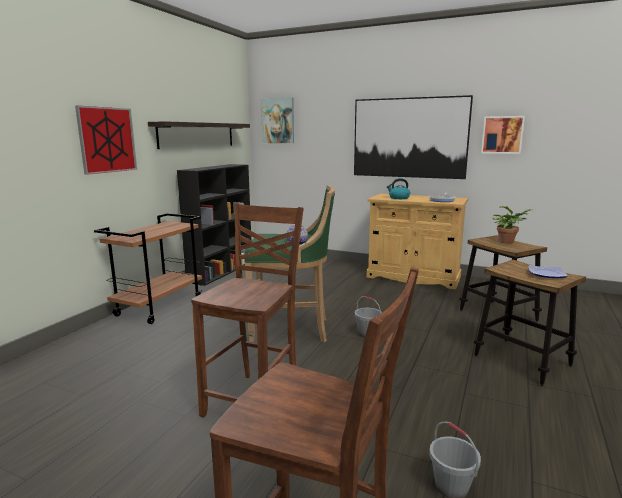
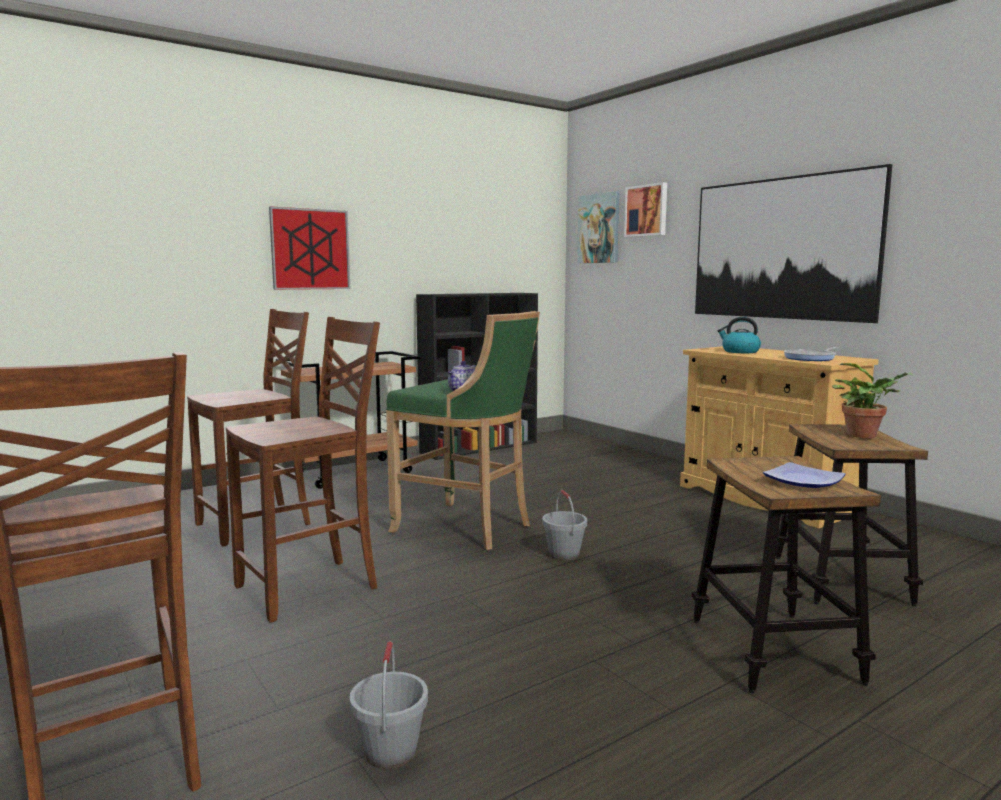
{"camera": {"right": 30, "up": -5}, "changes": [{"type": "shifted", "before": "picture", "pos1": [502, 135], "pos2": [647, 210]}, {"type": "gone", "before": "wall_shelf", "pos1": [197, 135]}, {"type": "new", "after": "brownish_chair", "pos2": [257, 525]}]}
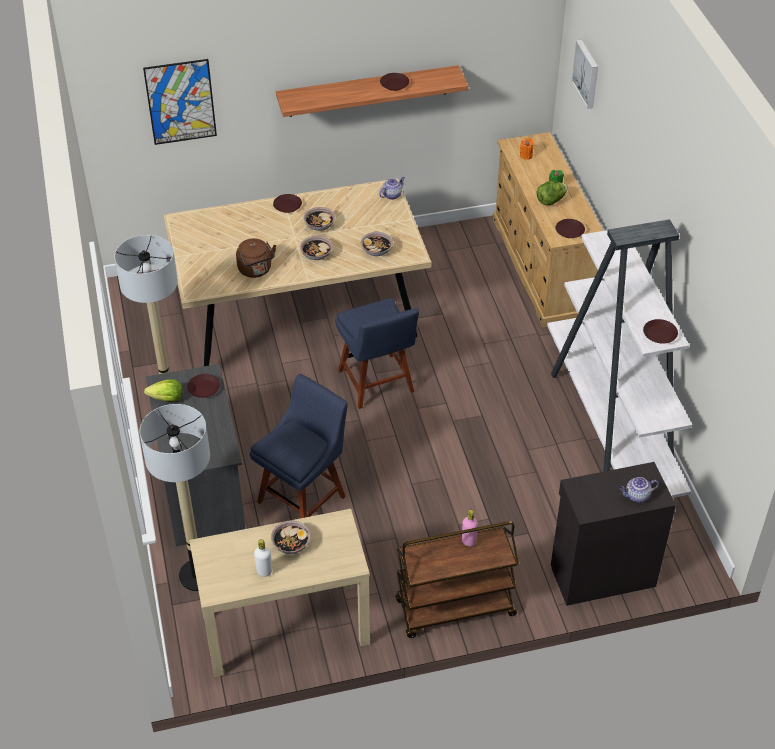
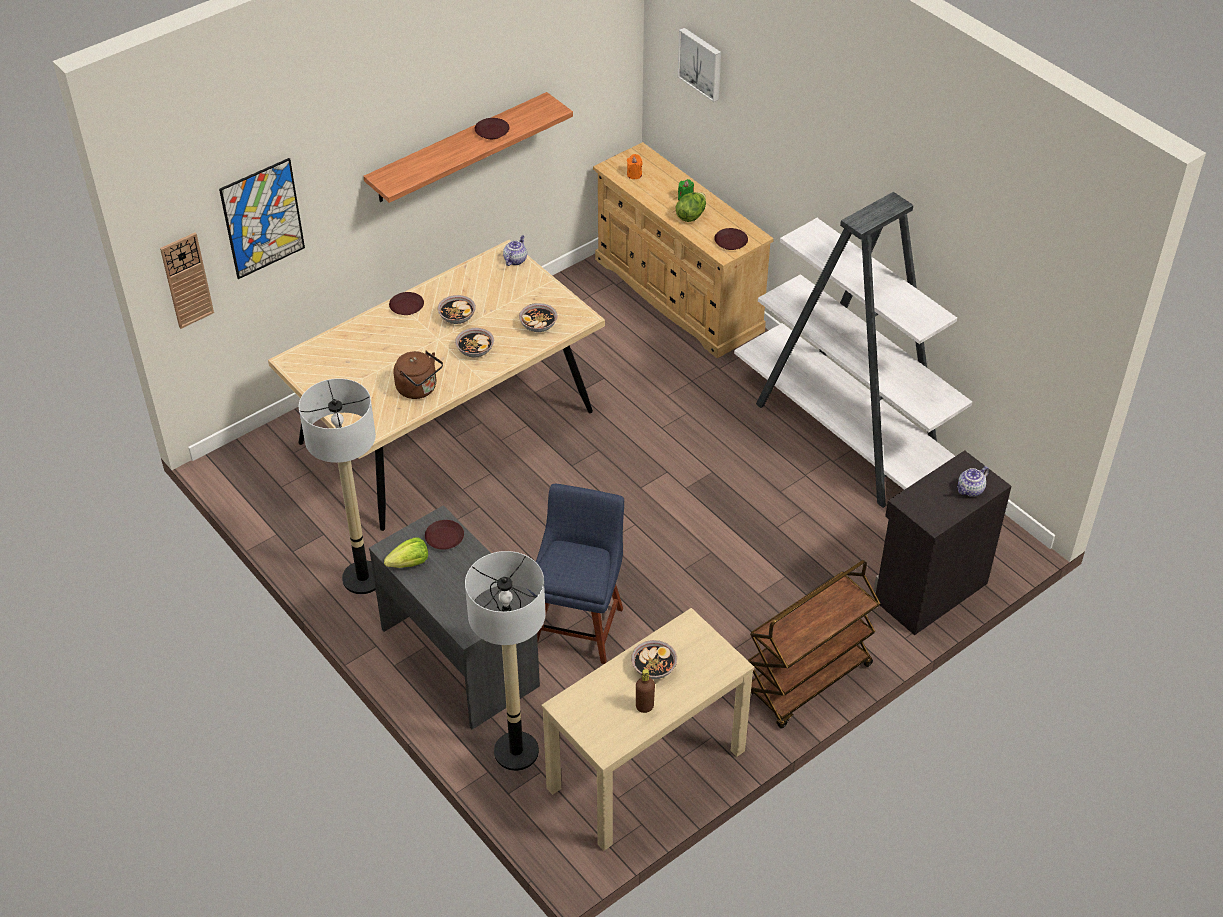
{"camera": {"right": -25, "up": 0}, "changes": [{"type": "gone", "before": "blue-coloured_chair", "pos1": [377, 384]}, {"type": "gone", "before": "brownish_plate", "pos1": [660, 334]}, {"type": "gone", "before": "pink_drink_bottle", "pos1": [468, 541]}, {"type": "repainted", "before": "whitish_drink_bottle", "after": "brownish_drink_bottle", "pos1": [264, 571], "pos2": [644, 706]}, {"type": "new", "after": "clock_on_the_wall", "pos2": [186, 280]}]}
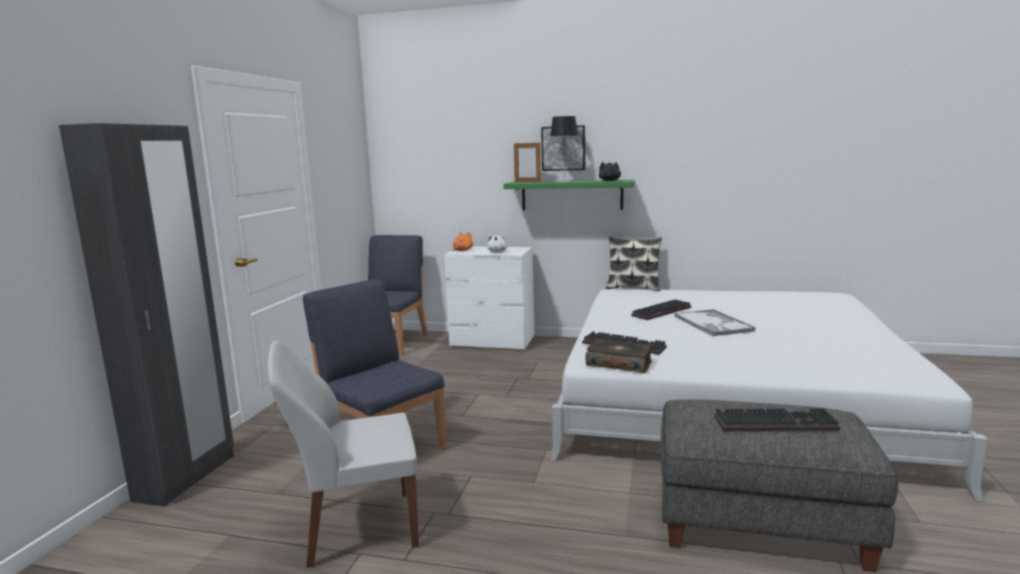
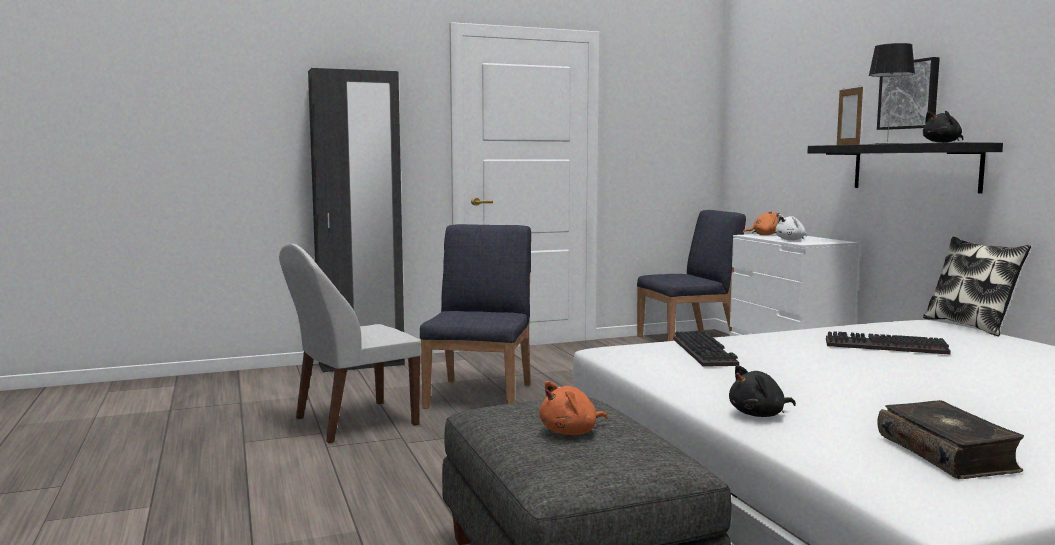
{"camera": {"right": 55, "up": -5}, "changes": [{"type": "repainted", "before": "green-coloured_wall_shelf", "after": "blackish_wall_shelf", "pos1": [571, 195], "pos2": [914, 167]}, {"type": "gone", "before": "carrying_tray", "pos1": [713, 324]}, {"type": "shifted", "before": "volume", "pos1": [619, 363], "pos2": [947, 454]}, {"type": "rotated", "before": "whitish_chair", "pos1": [357, 528], "pos2": [352, 422], "turn": -75}, {"type": "swapped", "before": "computer_keyboard", "after": "orangey_cuddly_toy", "pos1": [776, 422], "pos2": [571, 432]}, {"type": "new", "after": "blackish_cuddly_toy", "pos2": [759, 415]}]}
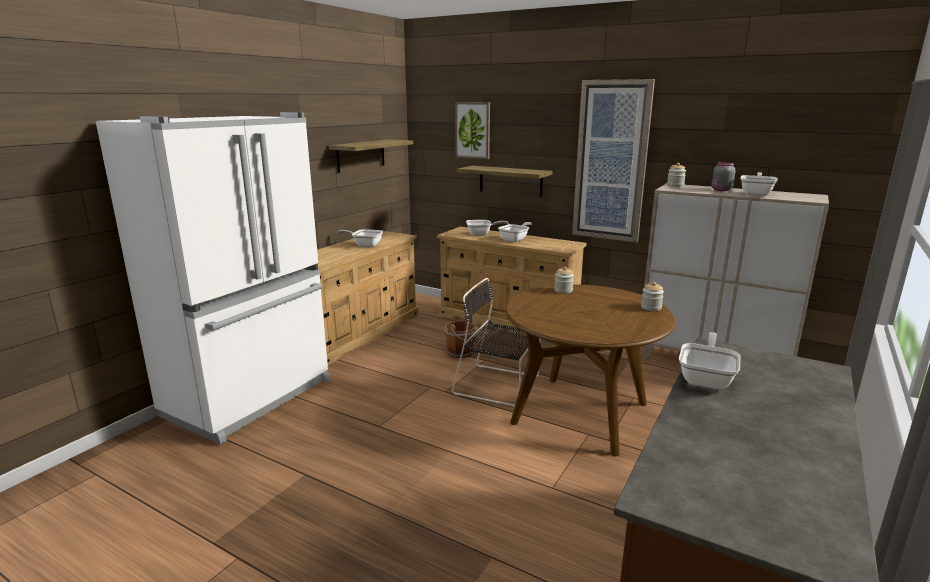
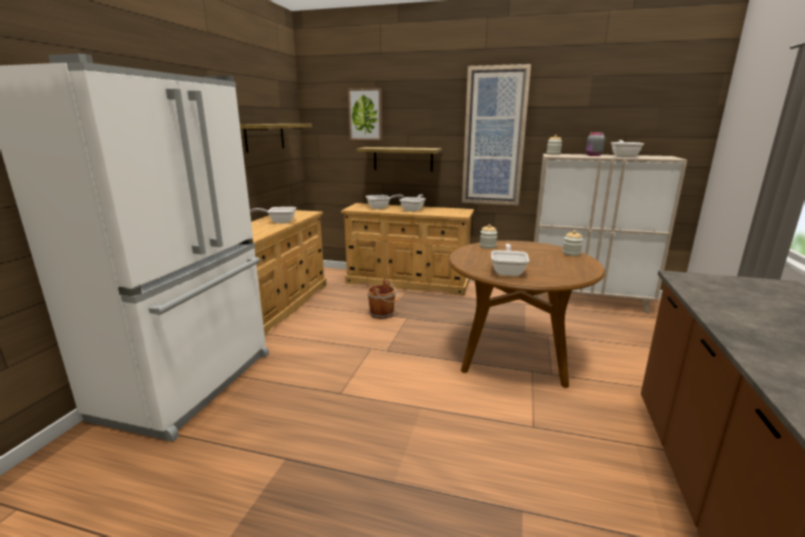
{"camera": {"right": -15, "up": 0}, "changes": [{"type": "gone", "before": "blackish_chair", "pos1": [499, 385]}, {"type": "shifted", "before": "skillet", "pos1": [707, 379], "pos2": [508, 271]}]}
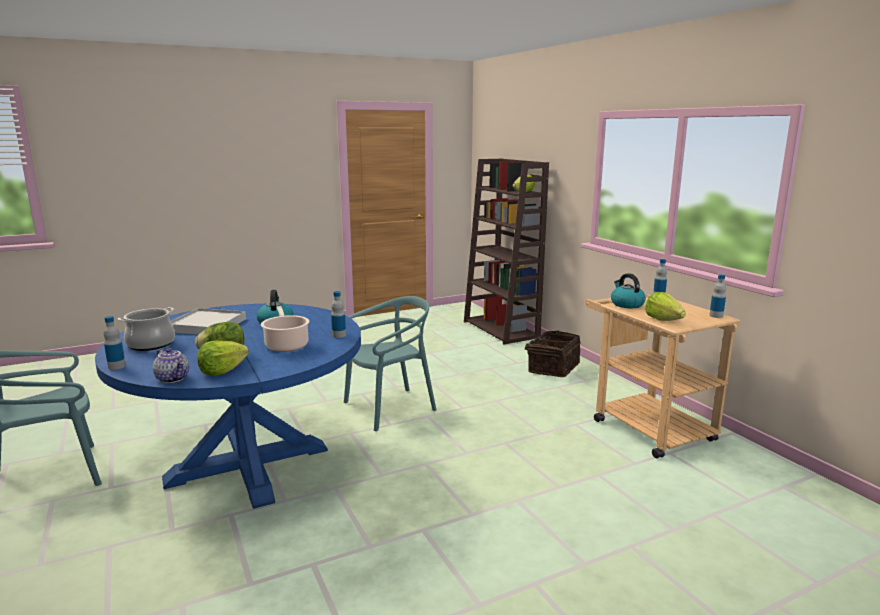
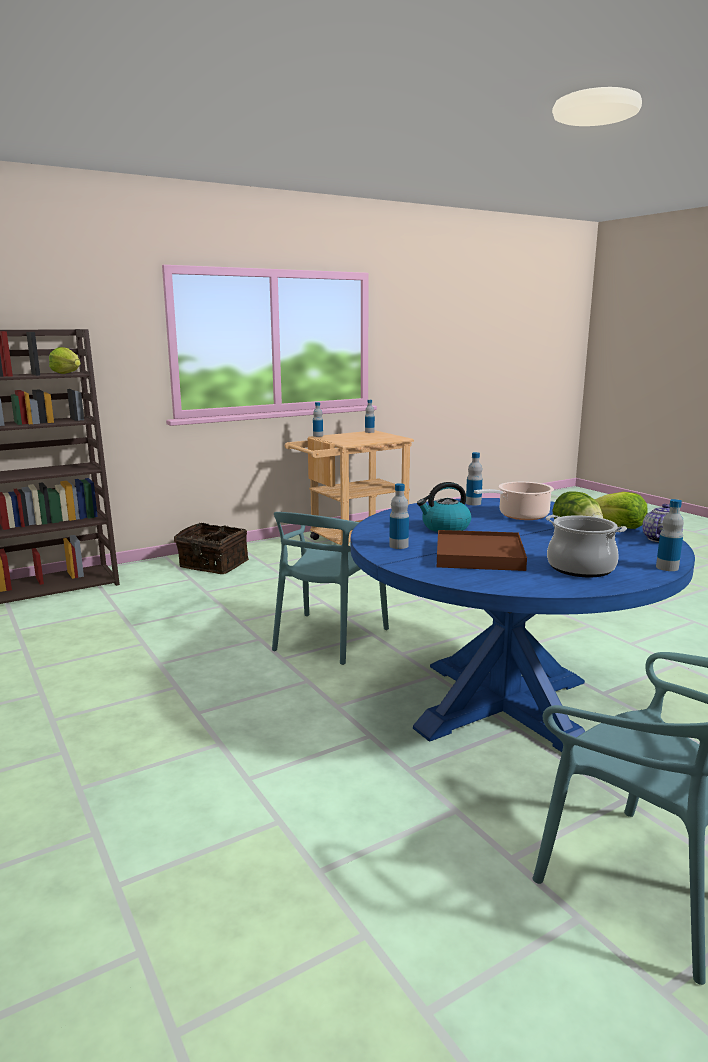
{"camera": {"right": -95, "up": 0}, "changes": [{"type": "gone", "before": "tea_kettle", "pos1": [626, 304]}, {"type": "gone", "before": "lettuce", "pos1": [663, 319]}, {"type": "rotated", "before": "blue-green_chair", "pos1": [389, 408], "pos2": [328, 638], "turn": -120}, {"type": "repainted", "before": "whitish_carrying_tray", "after": "brownish_carrying_tray", "pos1": [207, 325], "pos2": [478, 555]}, {"type": "new", "after": "drink_bottle", "pos2": [398, 546]}]}
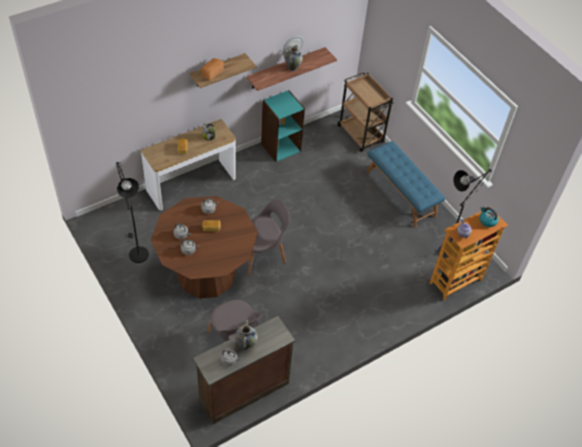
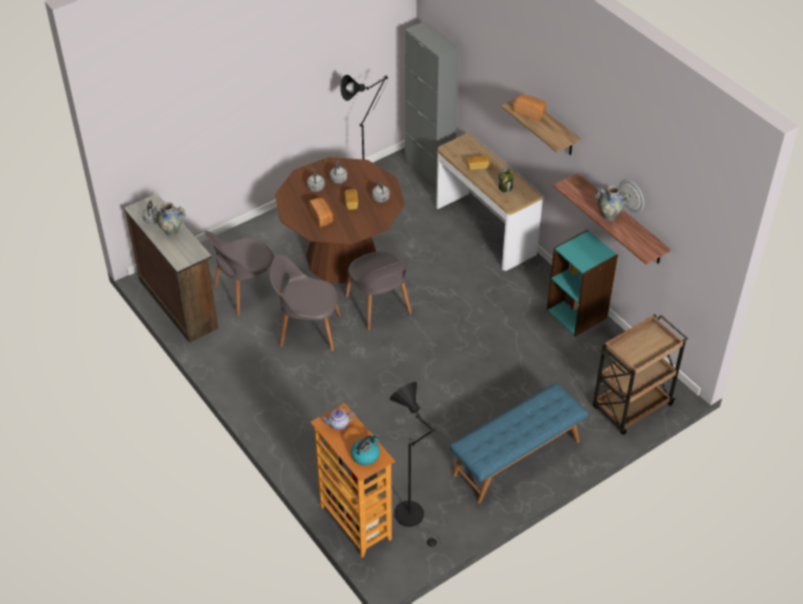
{"camera": {"right": 90, "up": -5}, "changes": [{"type": "new", "after": "grey_storage_cabinet", "pos2": [429, 172]}, {"type": "new", "after": "bakery_bread", "pos2": [322, 217]}, {"type": "new", "after": "grey_chair", "pos2": [308, 330]}]}
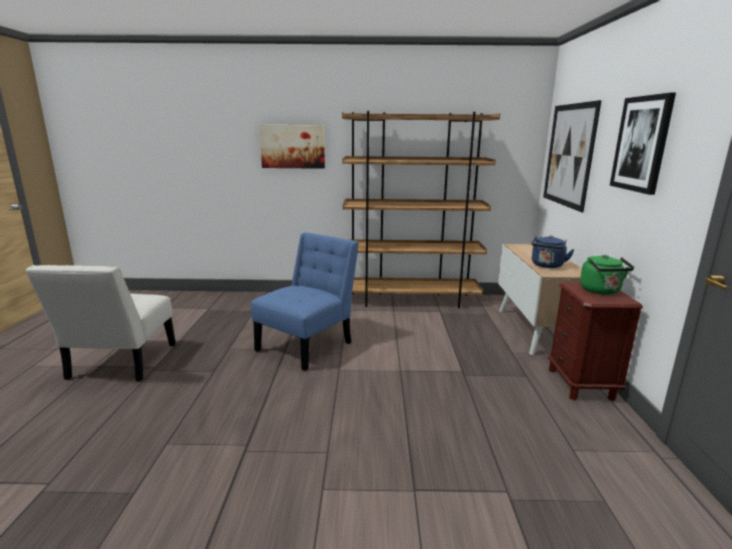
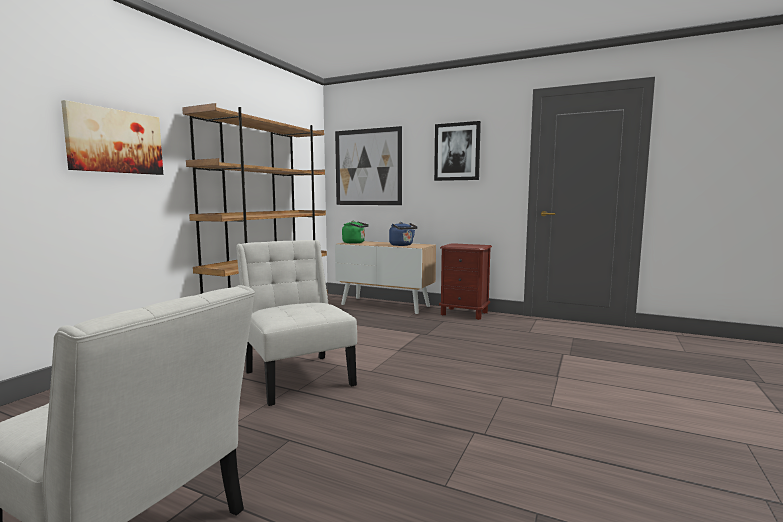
{"camera": {"right": -65, "up": -10}, "changes": [{"type": "repainted", "before": "blue-coloured_chair", "after": "whitish_chair", "pos1": [308, 344], "pos2": [297, 376]}, {"type": "shifted", "before": "green-coloured_tea_kettle", "pos1": [601, 291], "pos2": [355, 243]}]}
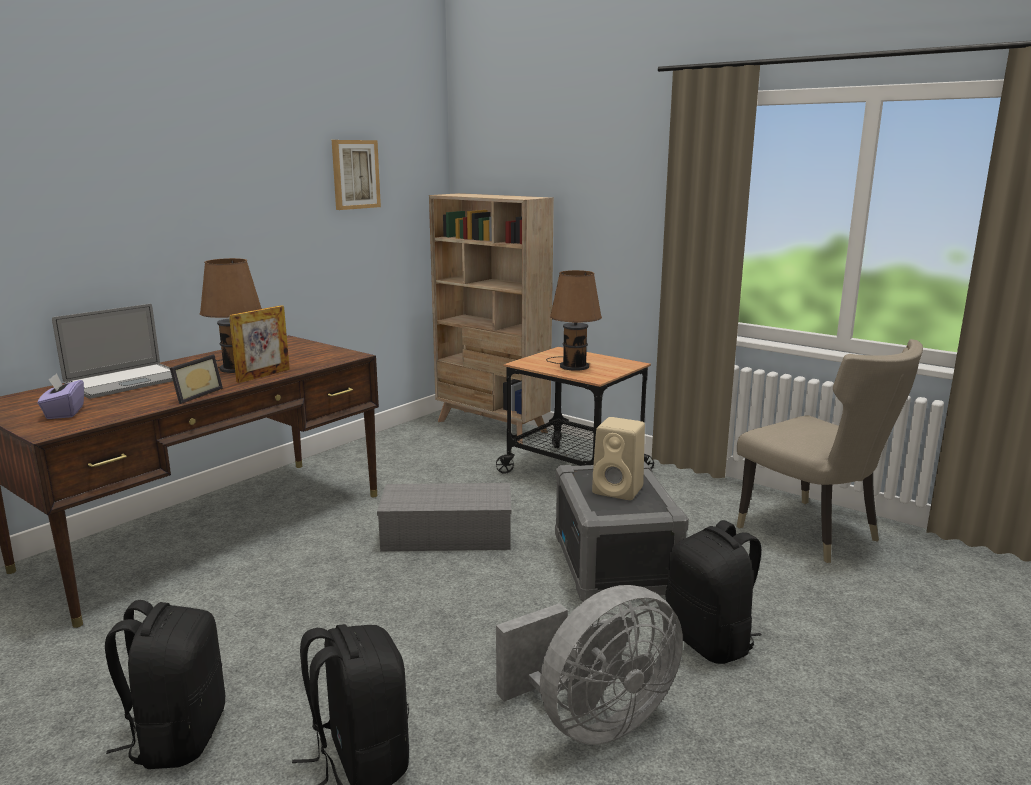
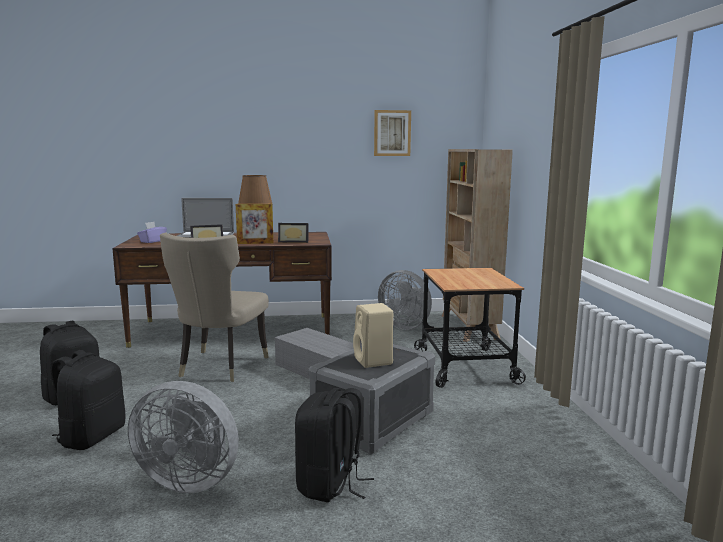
{"camera": {"right": 45, "up": -5}, "changes": [{"type": "gone", "before": "brownish_tabletop_lamp", "pos1": [572, 365]}, {"type": "shifted", "before": "sand-coloured_chair", "pos1": [814, 534], "pos2": [219, 367]}, {"type": "new", "after": "picture_frame", "pos2": [293, 242]}, {"type": "new", "after": "grey_electric_fan", "pos2": [406, 326]}]}
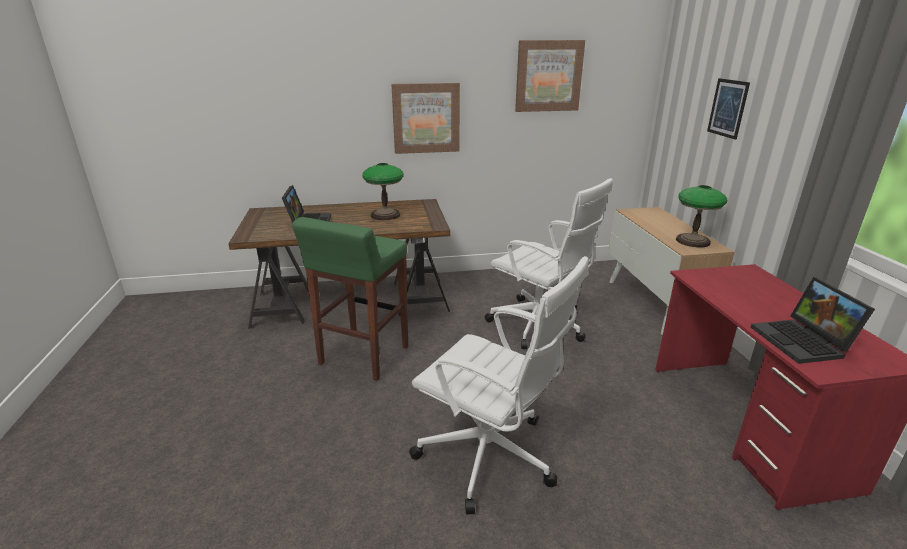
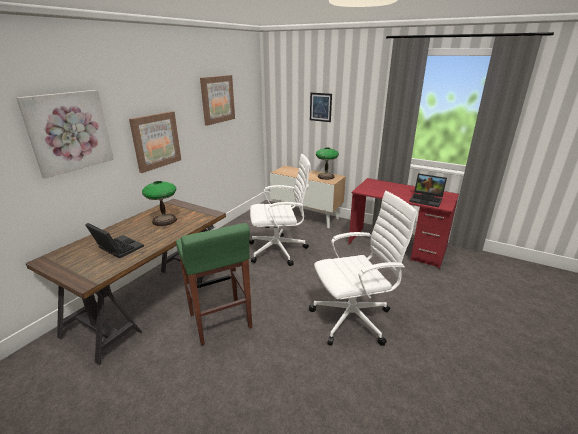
{"camera": {"right": -50, "up": 0}, "changes": [{"type": "new", "after": "picture", "pos2": [69, 132]}]}
